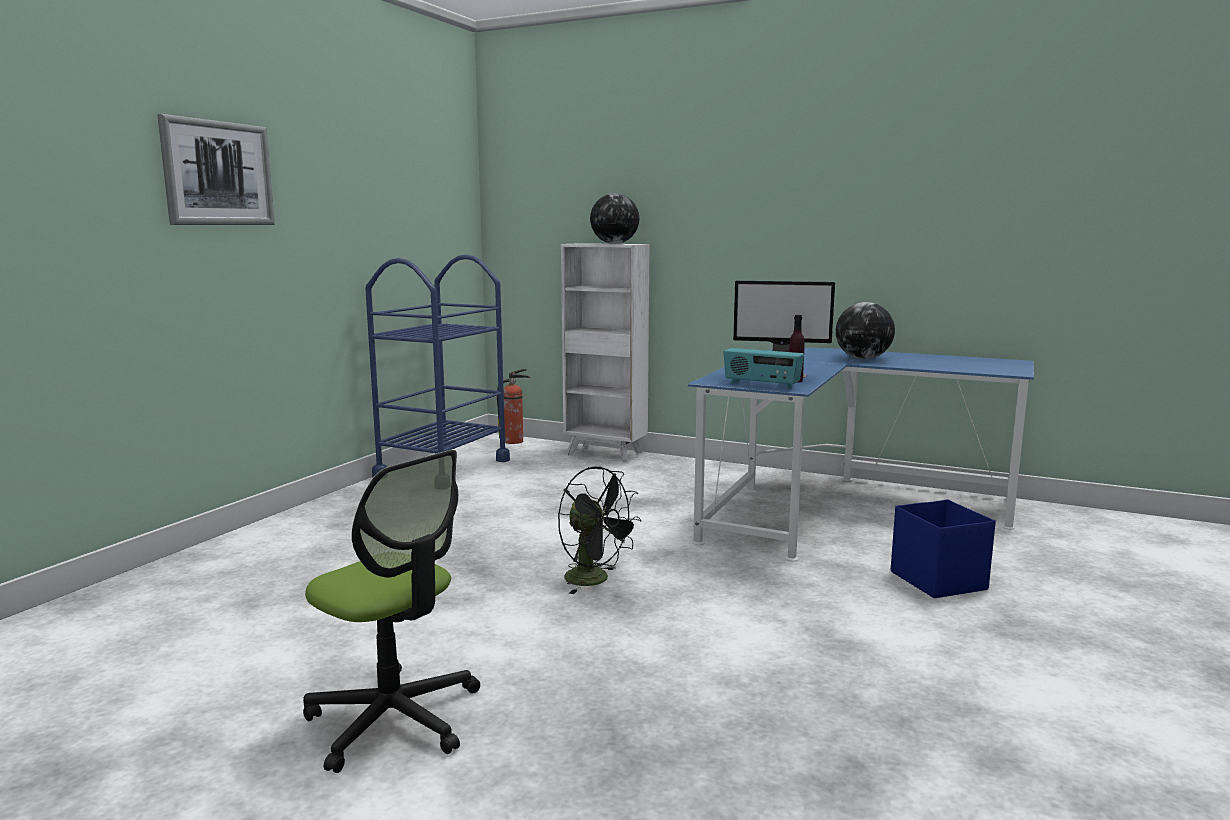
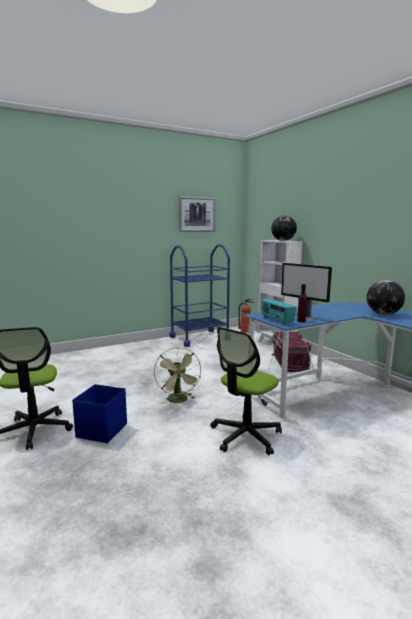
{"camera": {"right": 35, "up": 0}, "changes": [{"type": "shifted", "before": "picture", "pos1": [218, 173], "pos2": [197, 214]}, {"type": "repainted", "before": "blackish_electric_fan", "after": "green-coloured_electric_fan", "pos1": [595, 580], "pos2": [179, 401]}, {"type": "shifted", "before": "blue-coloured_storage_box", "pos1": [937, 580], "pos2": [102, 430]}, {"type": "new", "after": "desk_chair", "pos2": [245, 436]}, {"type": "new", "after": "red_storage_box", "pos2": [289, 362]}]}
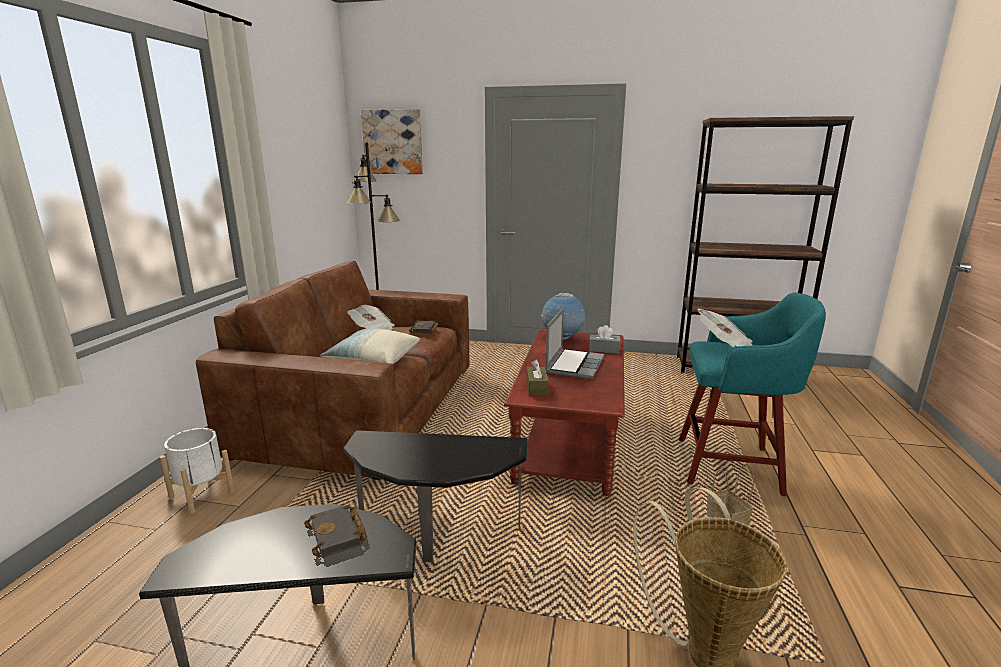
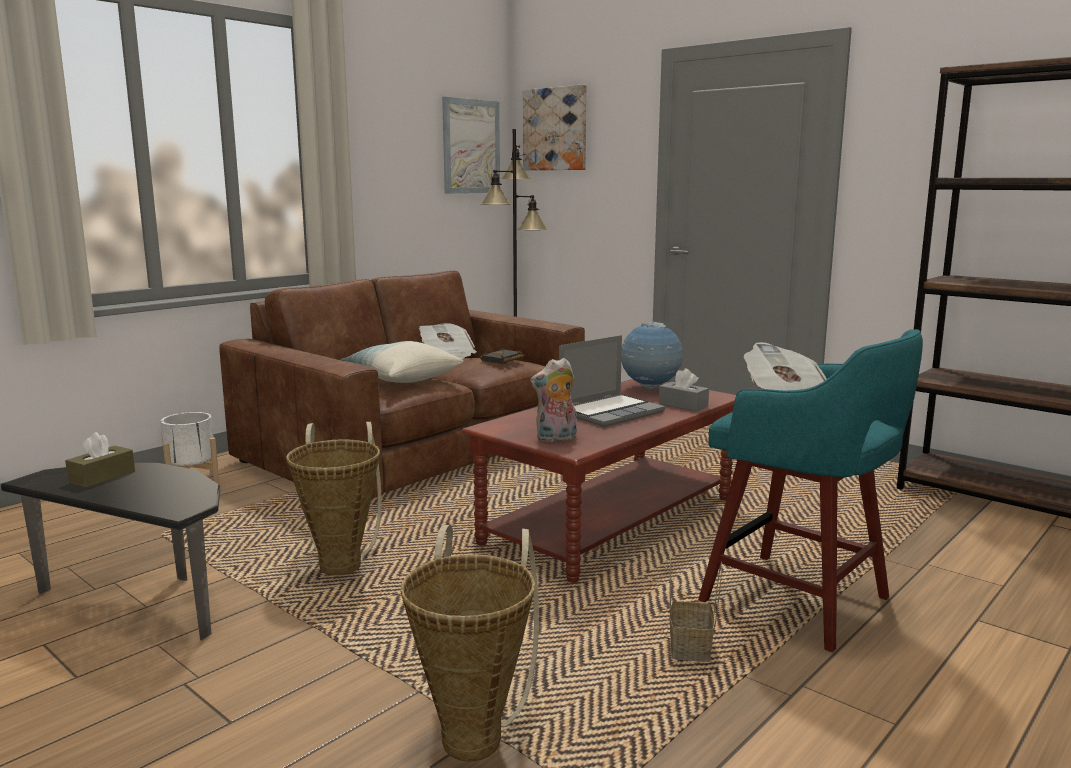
{"camera": {"right": 30, "up": -5}, "changes": [{"type": "shifted", "before": "brownish_tissue_box", "pos1": [537, 388], "pos2": [102, 477]}, {"type": "swapped", "before": "accent_table", "after": "storage_basket", "pos1": [436, 534], "pos2": [342, 563]}, {"type": "gone", "before": "blackish_volume", "pos1": [338, 535]}, {"type": "new", "after": "picture", "pos2": [471, 146]}, {"type": "new", "after": "cuddly_toy", "pos2": [556, 439]}]}
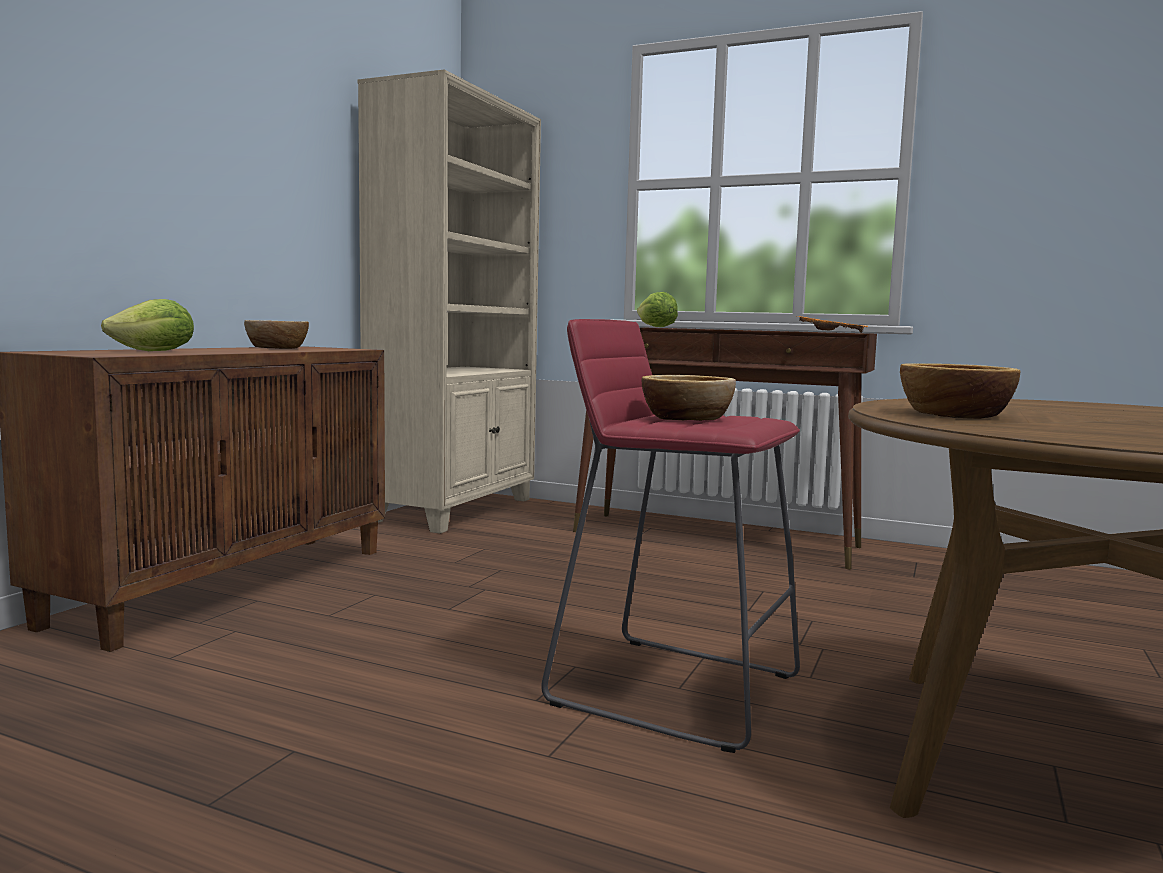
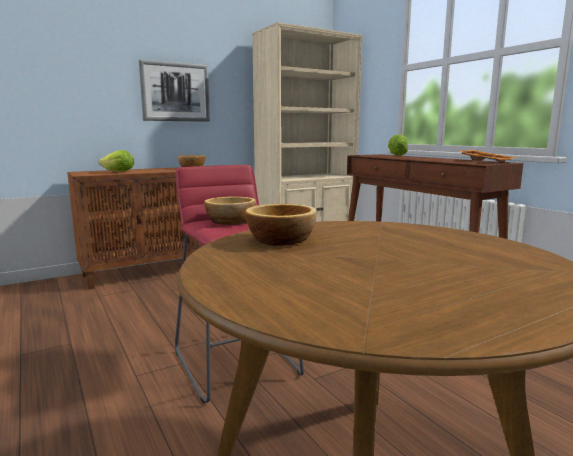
{"camera": {"right": 35, "up": 5}, "changes": [{"type": "new", "after": "picture", "pos2": [175, 92]}]}
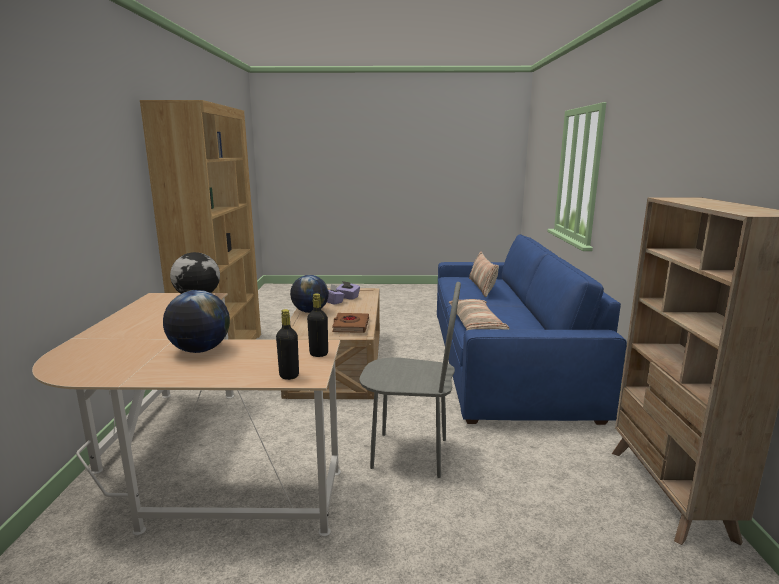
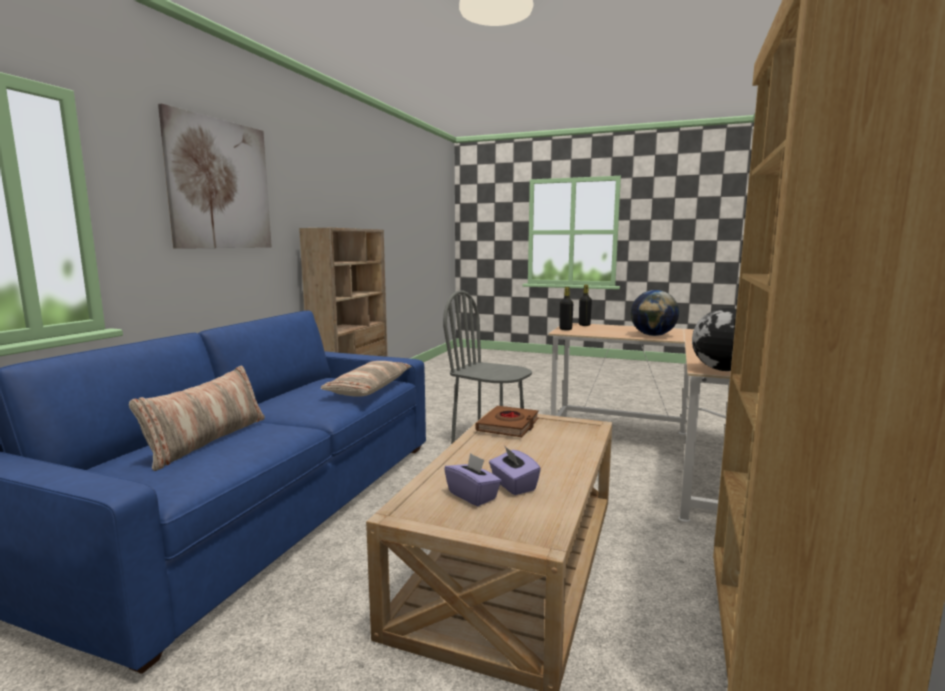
{"camera": {"right": -160, "up": -5}, "changes": [{"type": "gone", "before": "globe", "pos1": [310, 311]}, {"type": "new", "after": "picture", "pos2": [220, 184]}]}
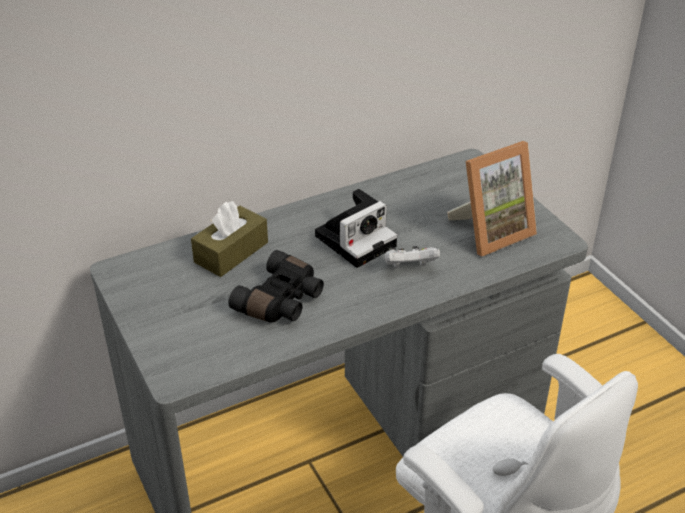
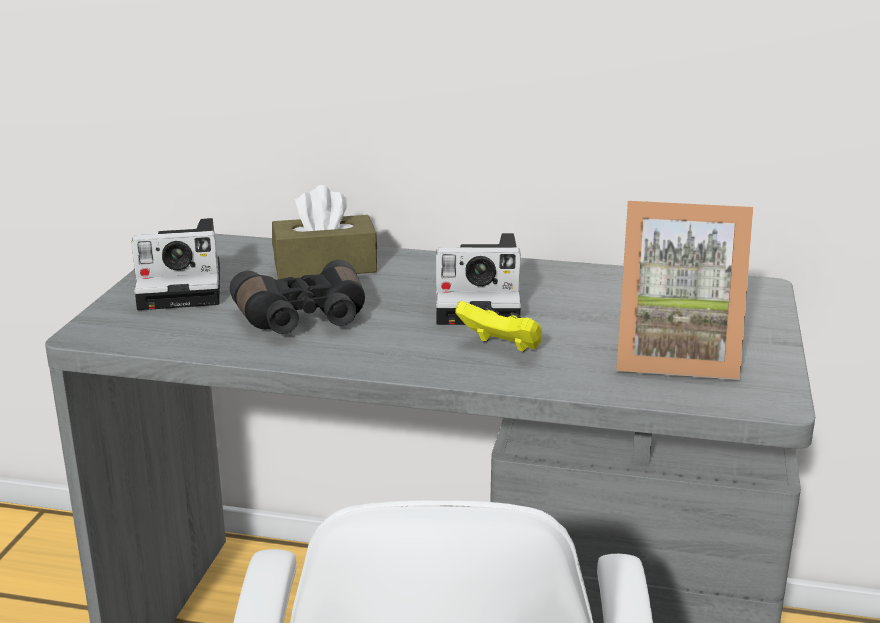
{"camera": {"right": 40, "up": -15}, "changes": [{"type": "repainted", "before": "whitish_gamepad", "after": "yellow-coloured_gamepad", "pos1": [409, 268], "pos2": [502, 347]}, {"type": "new", "after": "still_camera", "pos2": [185, 287]}]}
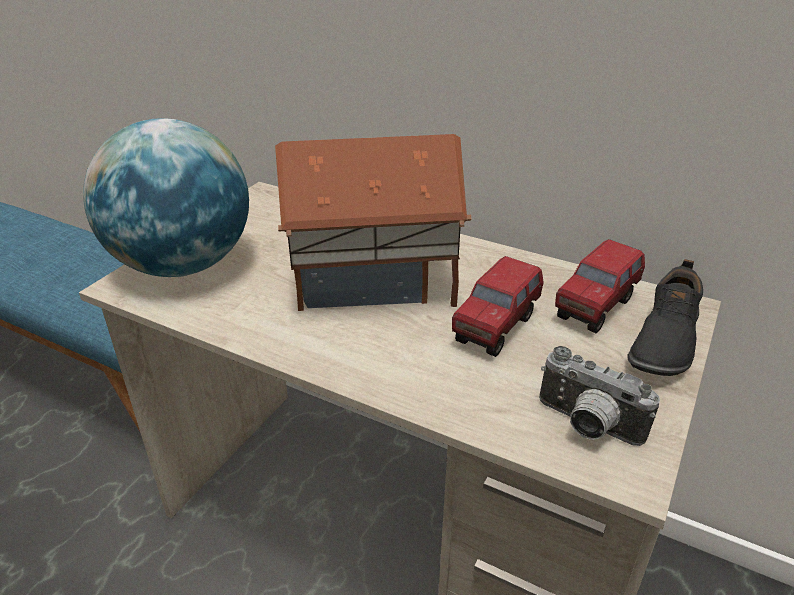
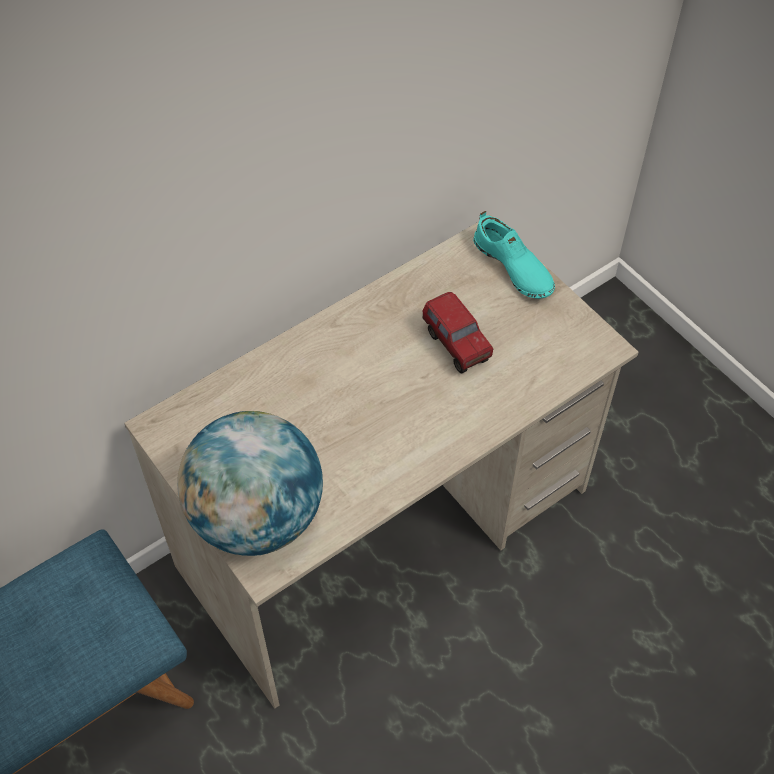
{"camera": {"right": -65, "up": 20}, "changes": [{"type": "gone", "before": "toy_house", "pos1": [373, 285]}, {"type": "gone", "before": "model_truck", "pos1": [596, 308]}, {"type": "repainted", "before": "blackish_low_shoe", "after": "blue-green_low_shoe", "pos1": [663, 340], "pos2": [512, 268]}, {"type": "gone", "before": "still_camera", "pos1": [585, 426]}]}
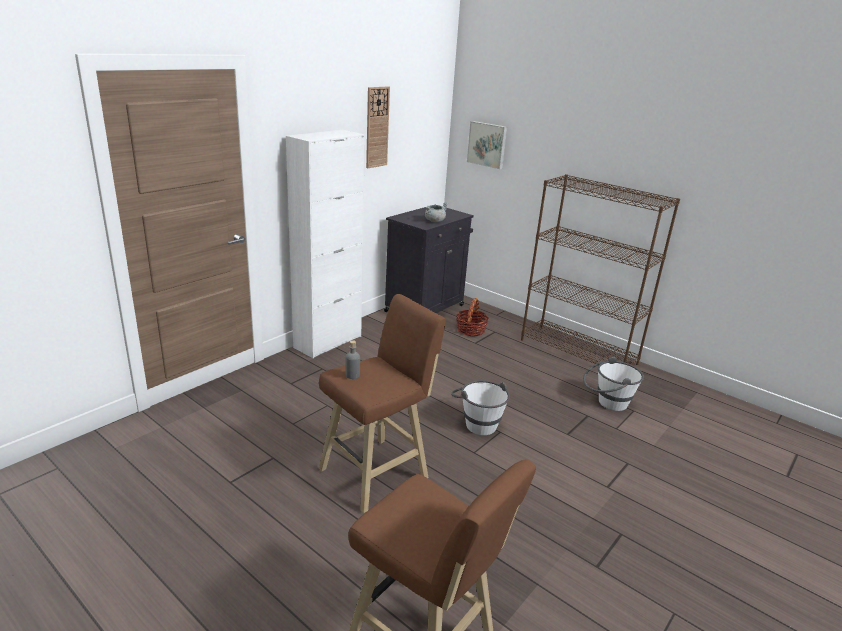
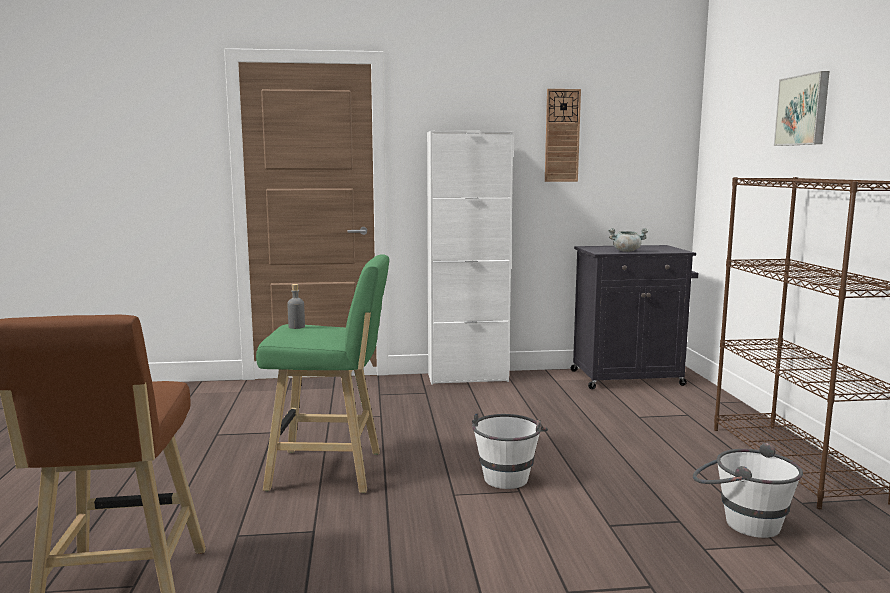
{"camera": {"right": 45, "up": -15}, "changes": [{"type": "shifted", "before": "picture", "pos1": [487, 144], "pos2": [803, 110]}, {"type": "repainted", "before": "brownish_sitting_stool", "after": "green-coloured_sitting_stool", "pos1": [378, 472], "pos2": [331, 471]}, {"type": "gone", "before": "storage_basket", "pos1": [471, 330]}]}
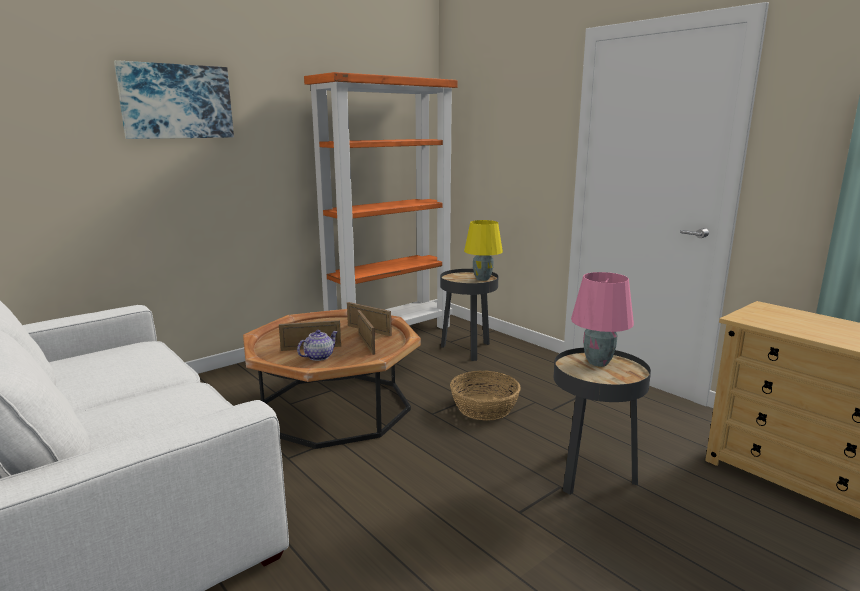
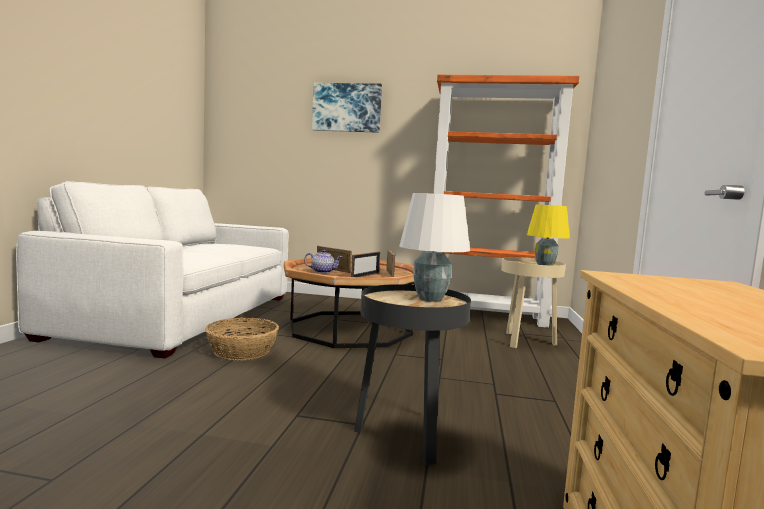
{"camera": {"right": 50, "up": -10}, "changes": [{"type": "repainted", "before": "blackish_accent_table", "after": "sand-coloured_accent_table", "pos1": [468, 350], "pos2": [525, 341]}, {"type": "repainted", "before": "pink_tabletop_lamp", "after": "whitish_tabletop_lamp", "pos1": [598, 363], "pos2": [430, 299]}, {"type": "shifted", "before": "storage_basket", "pos1": [484, 407], "pos2": [242, 351]}]}
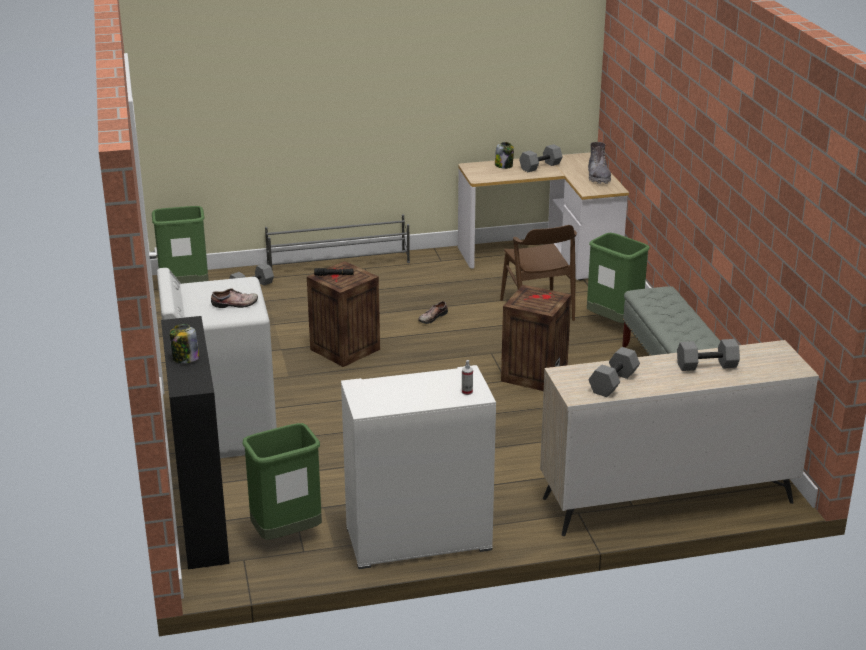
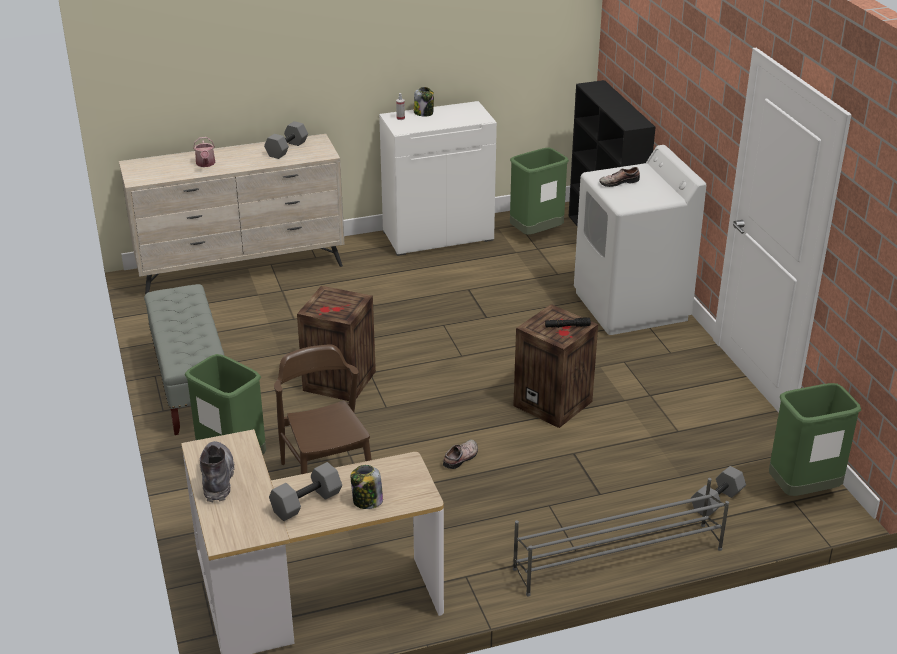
{"camera": {"right": 175, "up": 5}, "changes": [{"type": "shifted", "before": "preserve_jar", "pos1": [185, 359], "pos2": [424, 113]}, {"type": "swapped", "before": "grey_free_weight", "after": "sprinkling_can", "pos1": [707, 365], "pos2": [205, 164]}]}
